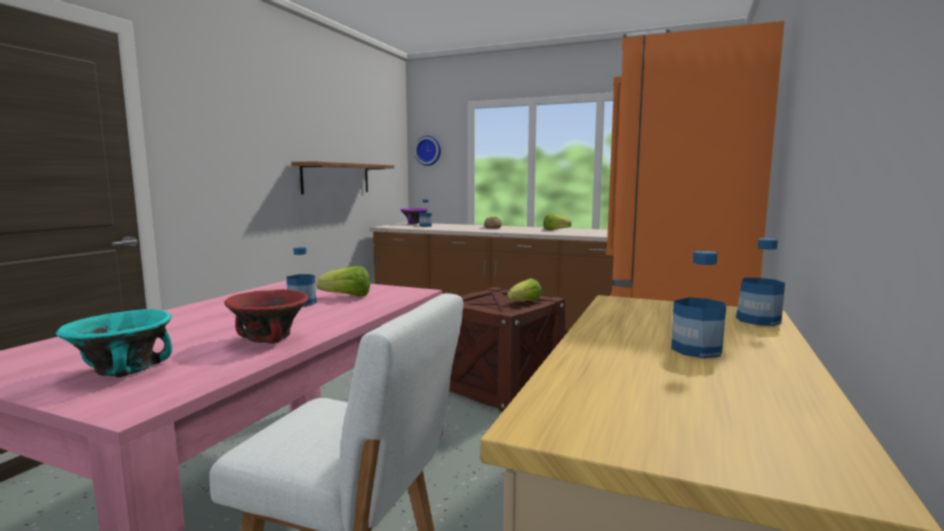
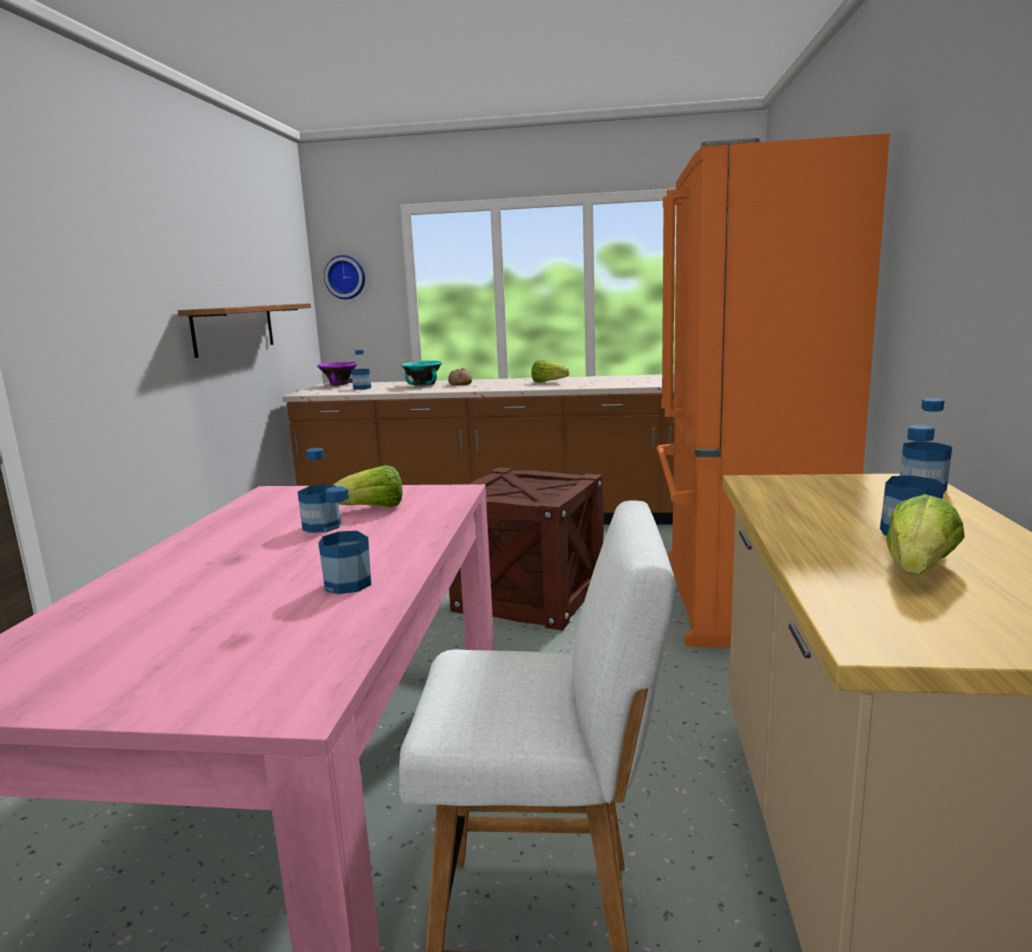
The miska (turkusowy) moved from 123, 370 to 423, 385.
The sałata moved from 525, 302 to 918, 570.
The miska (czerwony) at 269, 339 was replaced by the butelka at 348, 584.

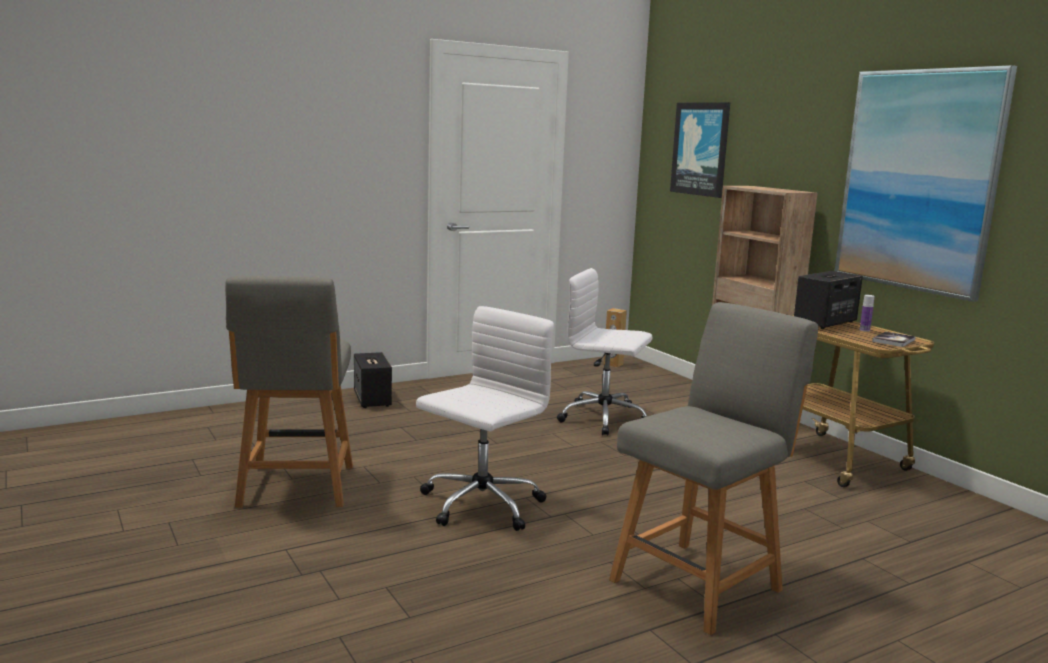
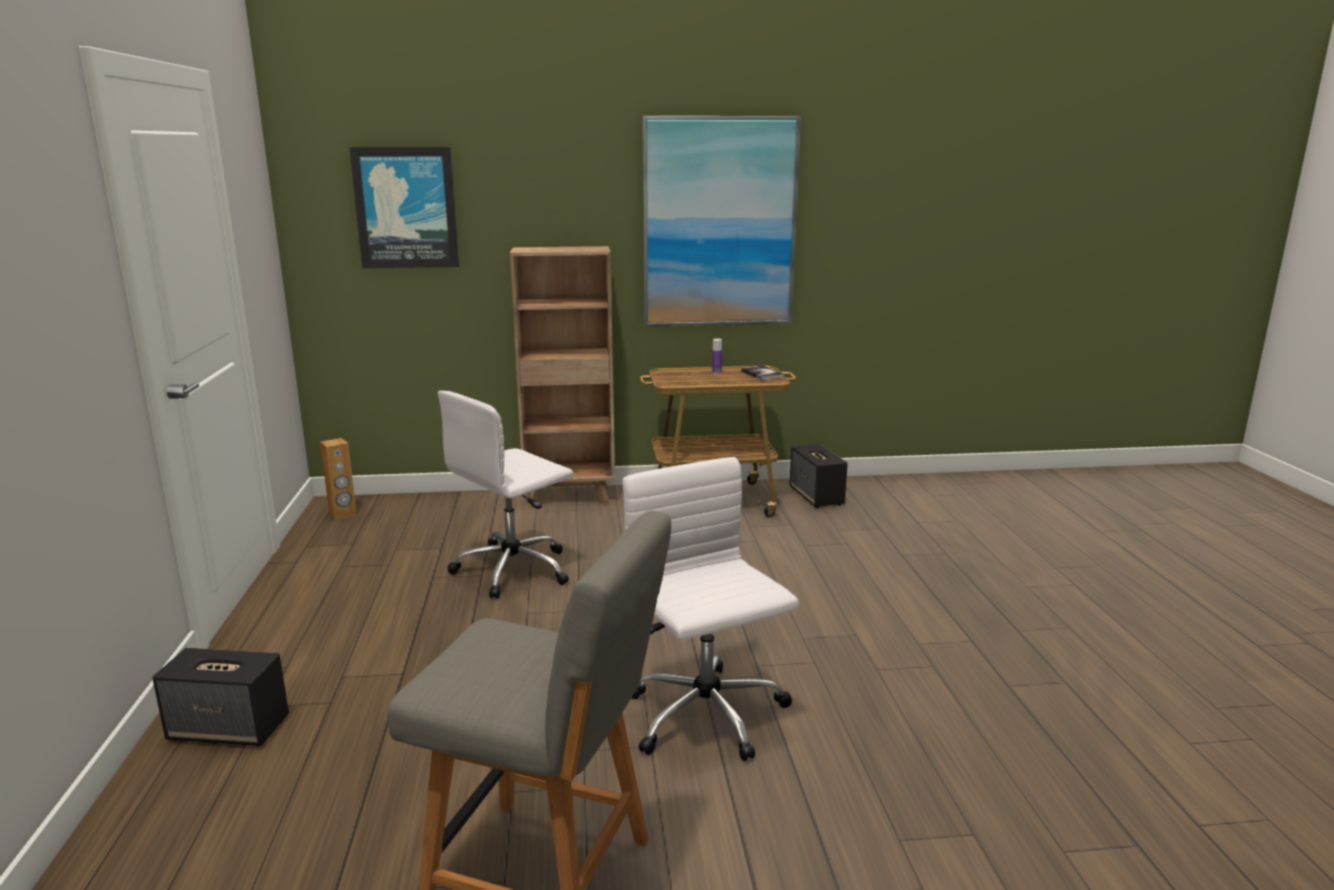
The krzesło (szary) at 699, 583 disappeared.
The głośnik moved from 824, 323 to 816, 496.

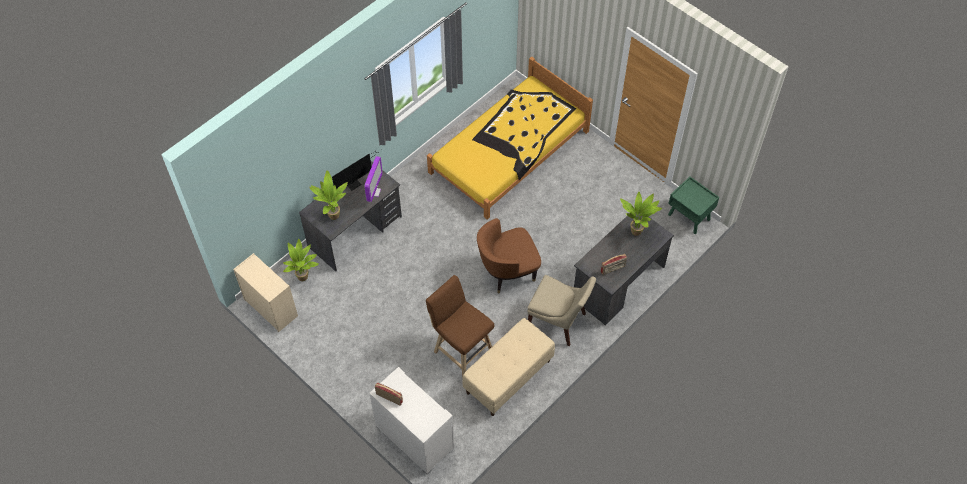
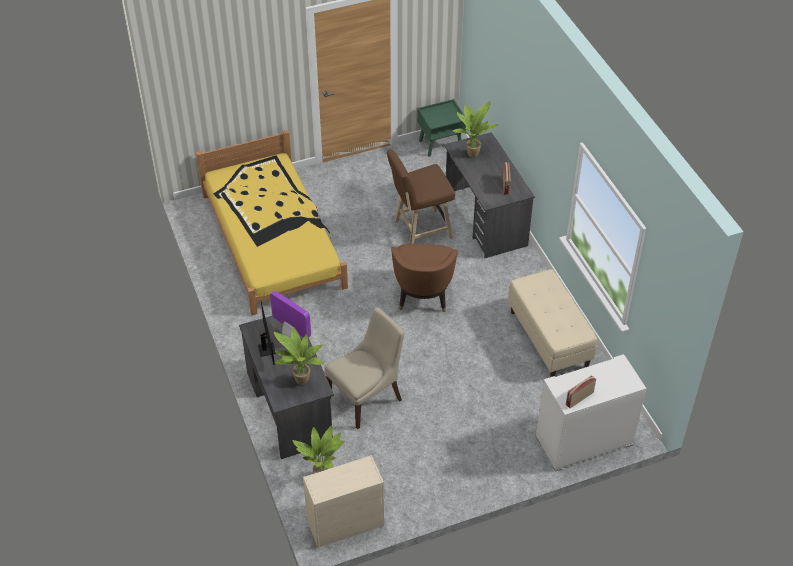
The stołek (brązowy) moved from 461, 349 to 419, 230.
The krzesło (beżowy) moved from 558, 322 to 366, 397.

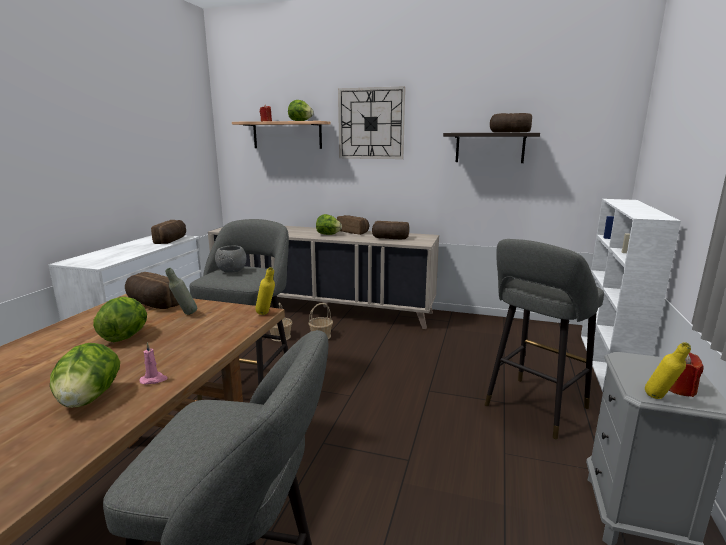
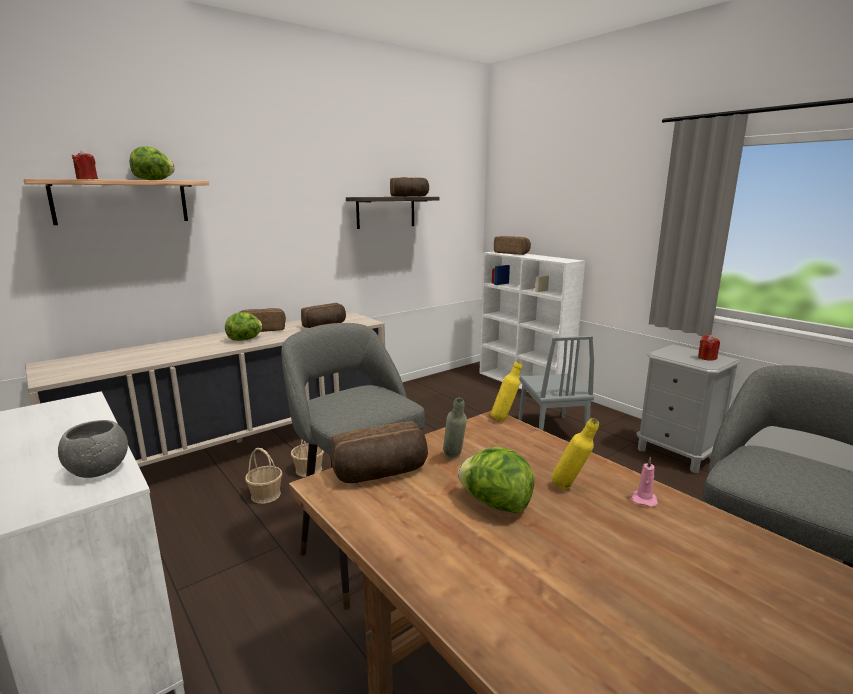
The sałata at 89, 399 disappeared.
The zegar ścienny at 371, 123 disappeared.
The chleb moved from 172, 240 to 512, 253.
The miska (szary) moved from 232, 271 to 99, 470.
The butelka (żółty) moved from 660, 400 to 571, 488.
The stołek (szary) at 533, 409 was replaced by the krzesło (szary) at 551, 430.

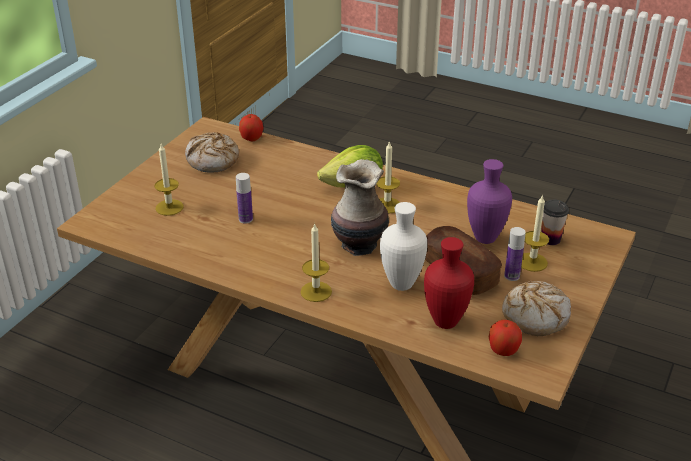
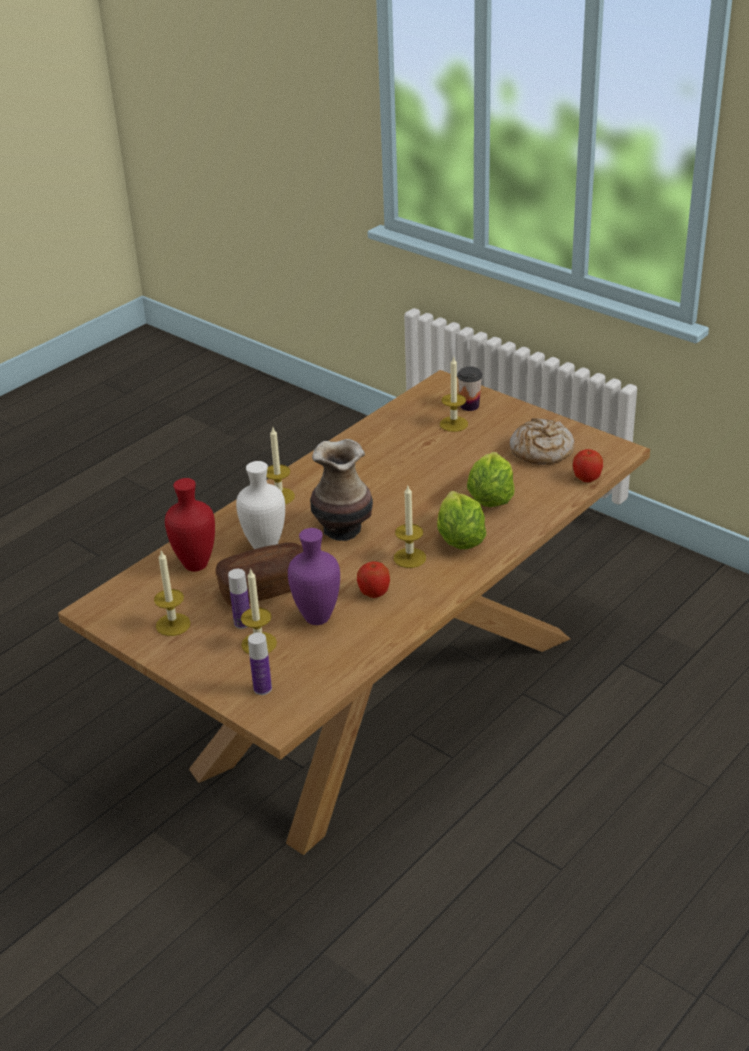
The sałata at 490, 498 appeared.
The butelka moved from 245, 219 to 262, 688.
The jabłko moved from 503, 350 to 374, 593.
The filiżanka moved from 550, 239 to 469, 406.
The chleb at 535, 315 was replaced by the świeca at 173, 624.

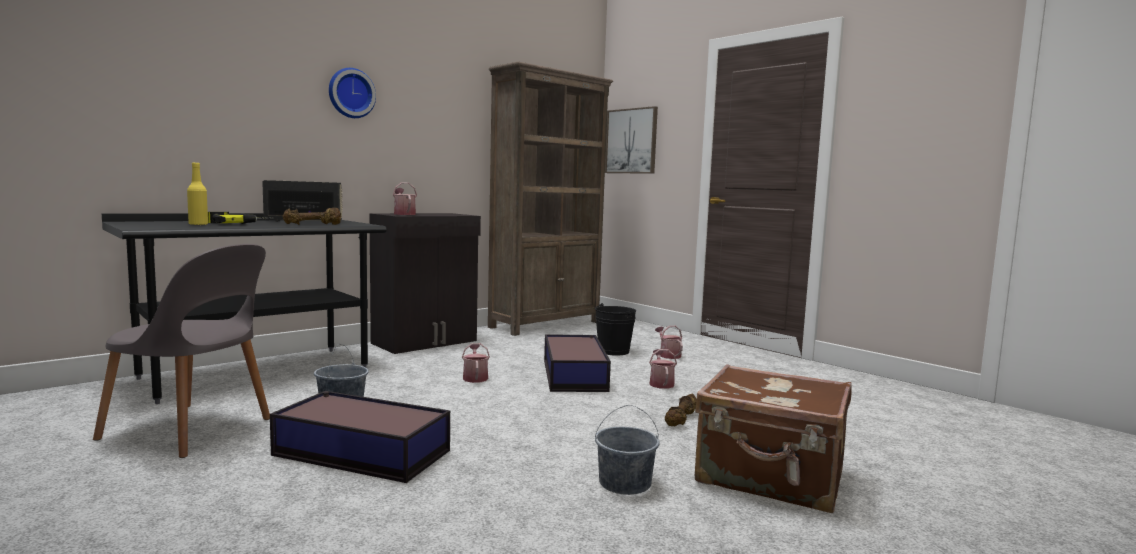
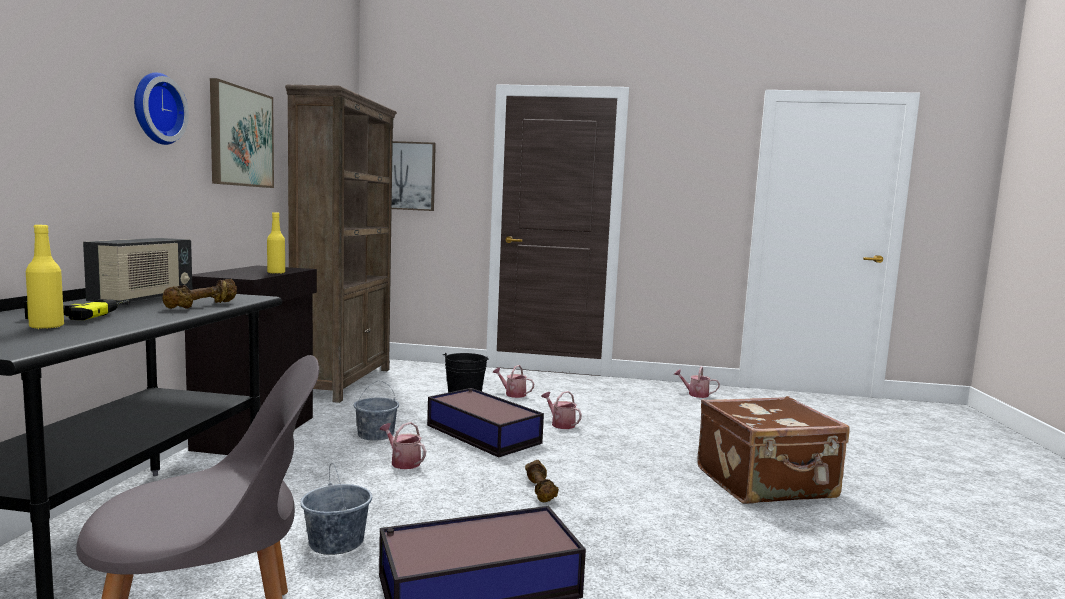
The obraz at 241, 137 appeared.
The butelka (żółty) at 276, 273 appeared.
The konewka moved from 404, 214 to 695, 394.
The wiadro (szary) moved from 625, 483 to 376, 434.
The hantel (brązowy) moved from 682, 419 to 540, 490.
The radio at 304, 221 turned 150 degrees clockwise.

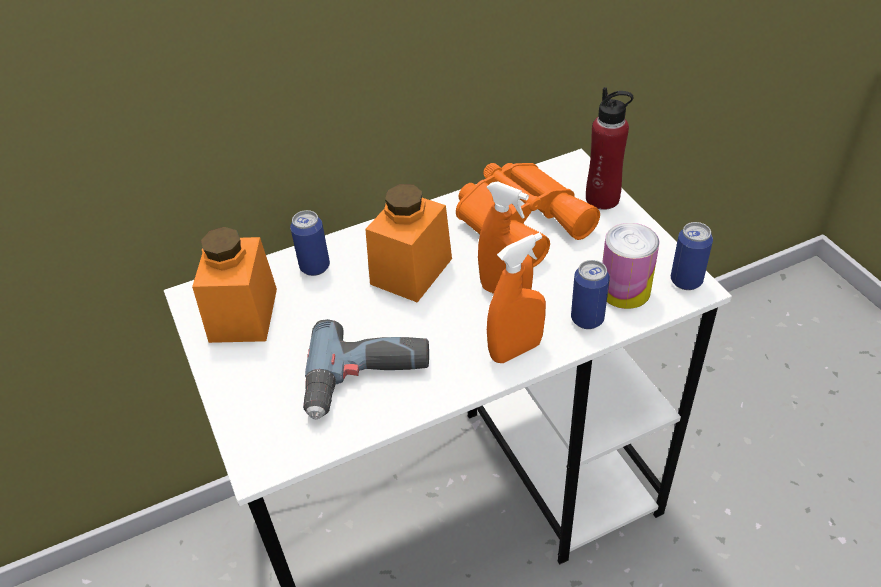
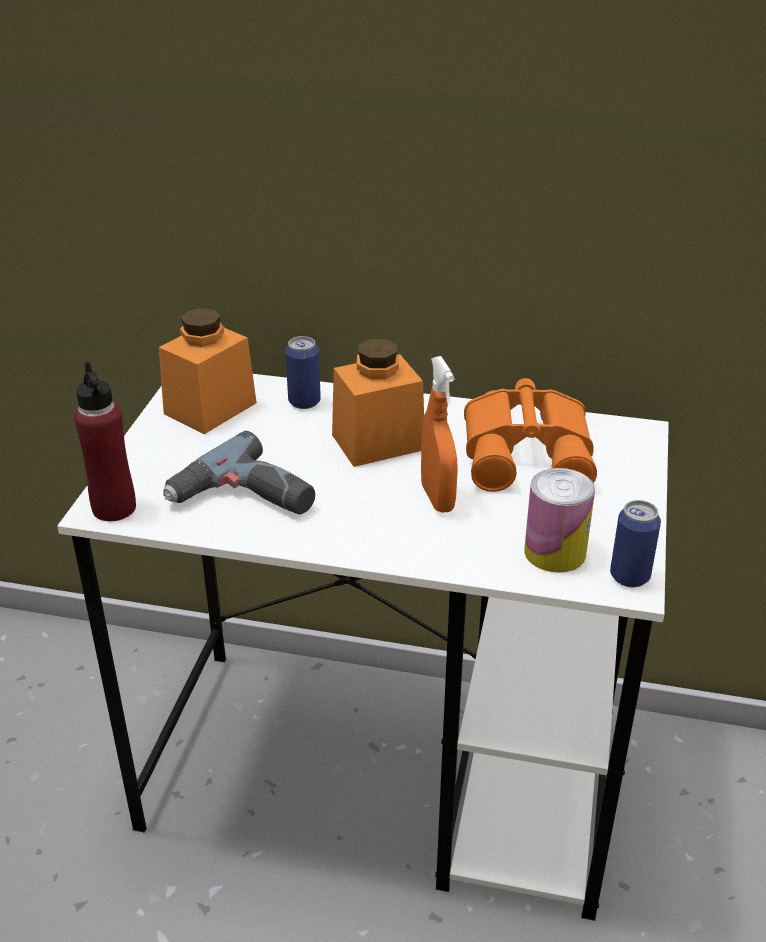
The spryskiwacz (pomarańczowy) at 515, 350 disappeared.
The puszka at 587, 319 disappeared.
The butelka (czerwony) moved from 602, 199 to 114, 508.

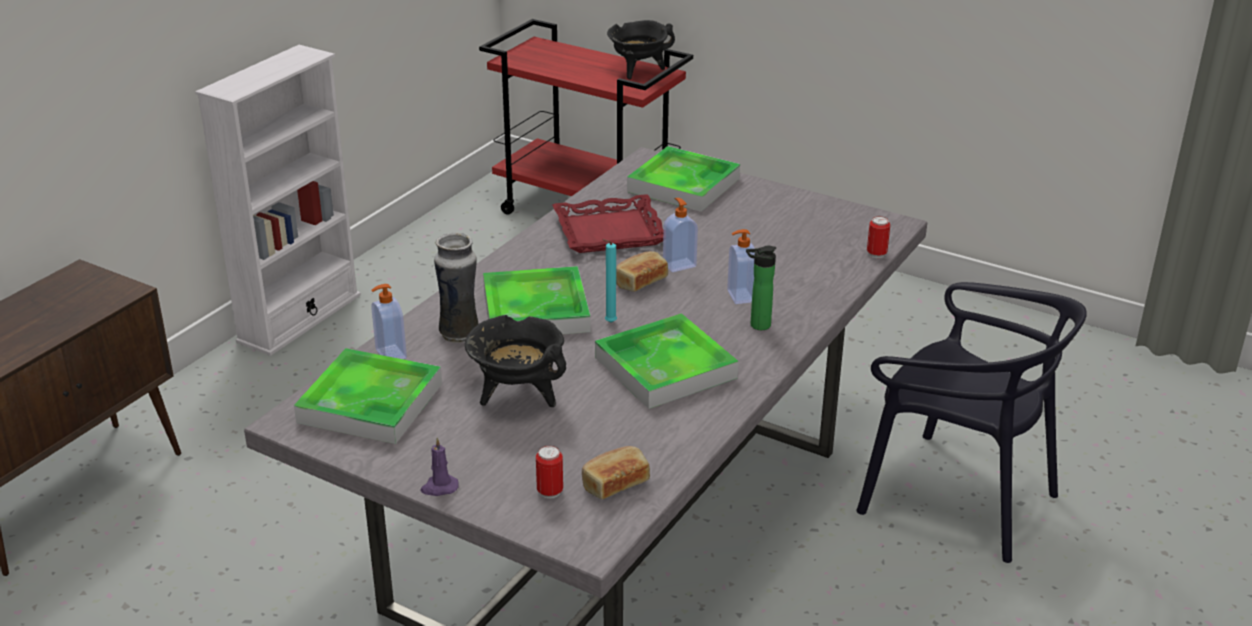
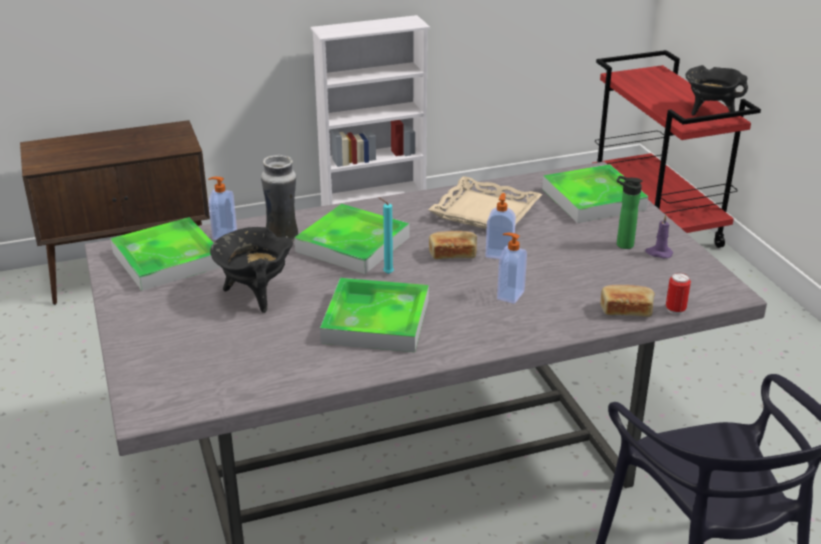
The puszka at 550, 492 disappeared.
The świeca (fioletowy) moved from 439, 487 to 658, 253.
The chleb moved from 614, 483 to 626, 310.
The butelka moved from 757, 325 to 622, 244.
The taca (czerwony) at 610, 231 became the taca (beżowy) at 486, 212.

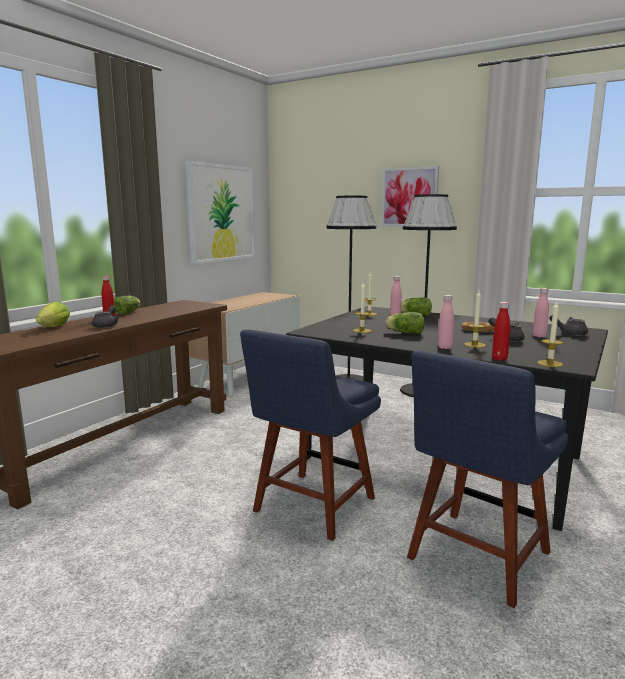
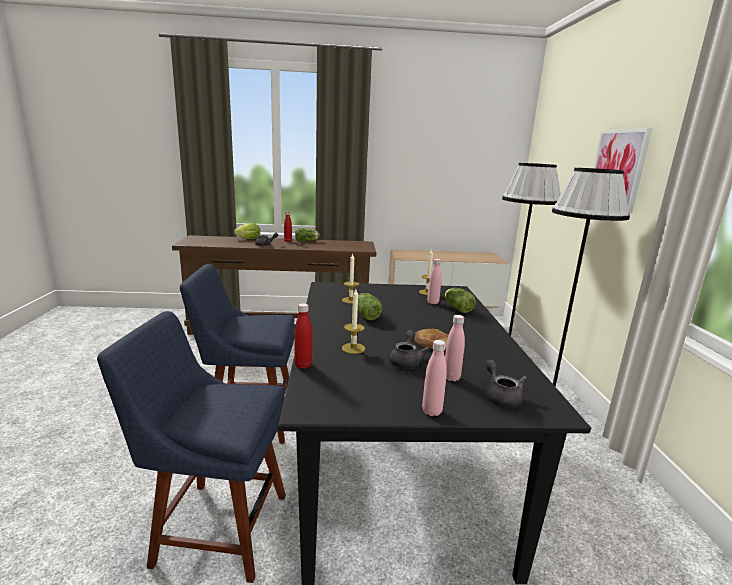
The obraz at 221, 213 disappeared.
The świeca at 549, 363 disappeared.
The butelka (różowy) moved from 445, 347 to 432, 411.

